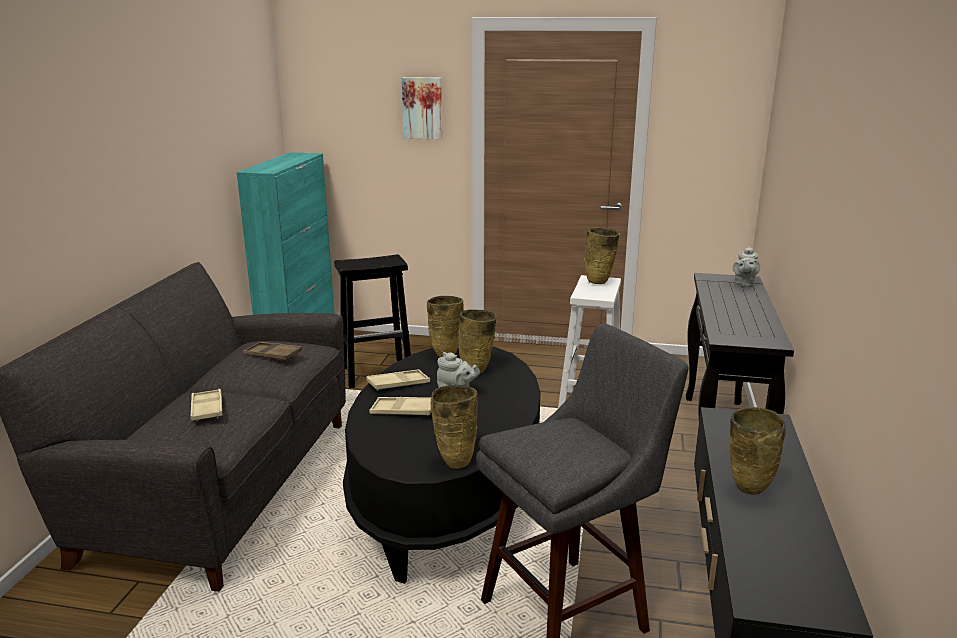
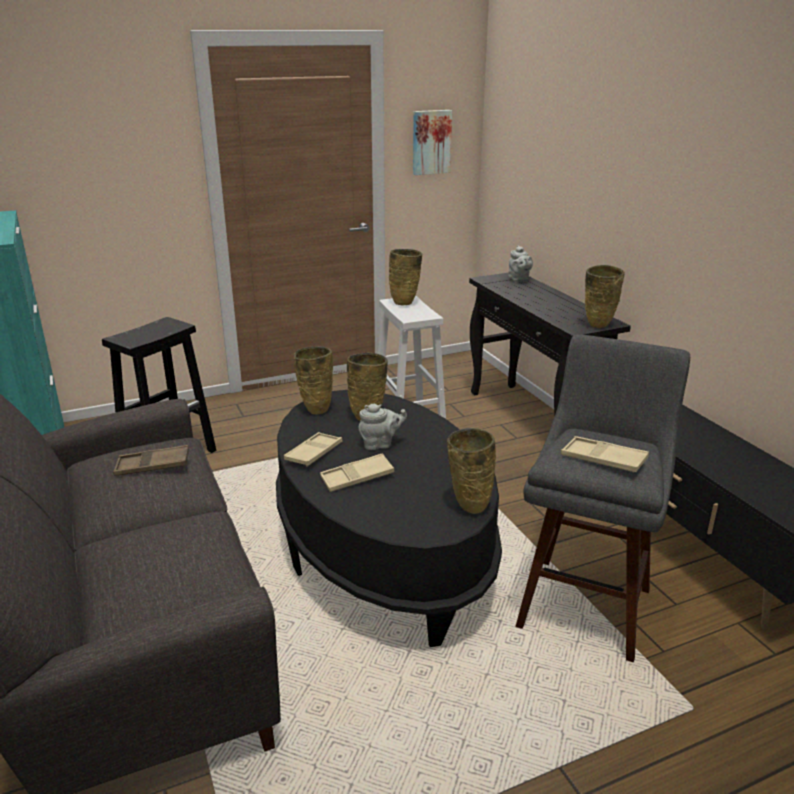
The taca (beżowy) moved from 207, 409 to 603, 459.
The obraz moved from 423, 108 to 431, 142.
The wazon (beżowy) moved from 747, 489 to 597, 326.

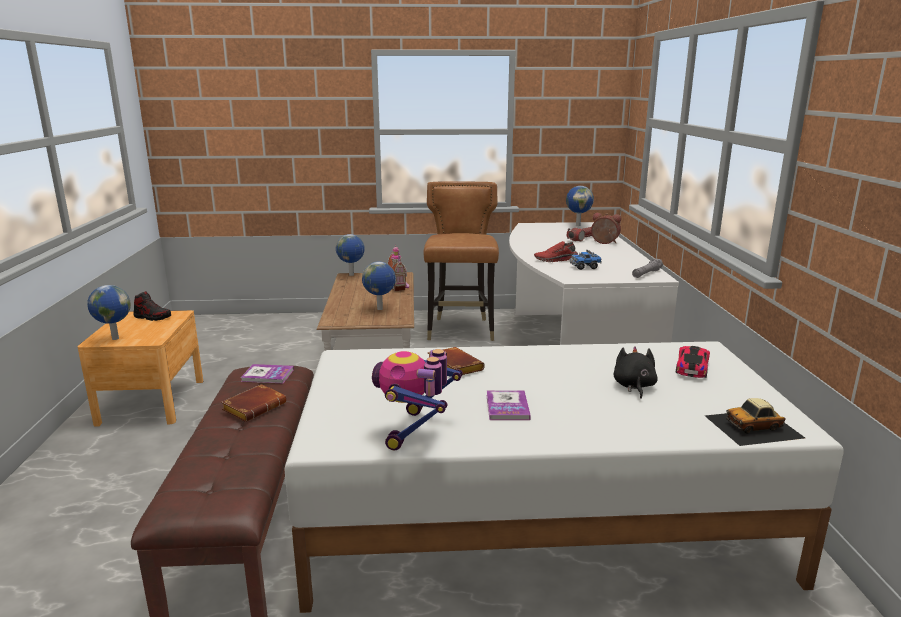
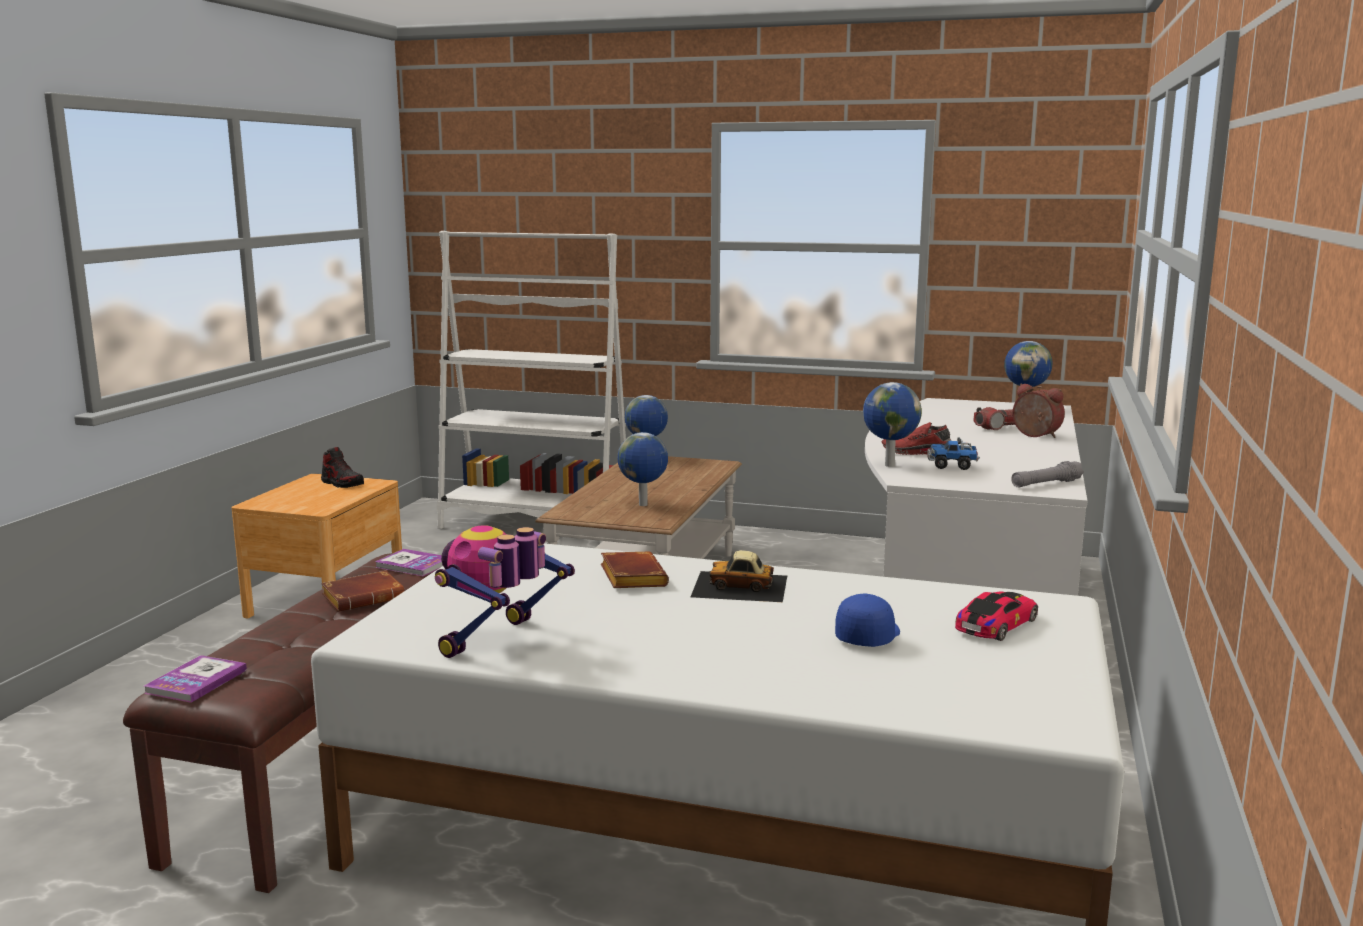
The domek at 399, 286 disappeared.
The krzesło (brązowy) at 461, 330 disappeared.
The regał (biały) at 536, 523 appeared.
The globus moved from 114, 338 to 888, 465.
The książka moved from 507, 407 to 196, 681.
The samochodzik moved from 754, 426 to 740, 586.
The pluszak (czarny) at 633, 386 was replaced by the czapka z daszkiem (niebieski) at 867, 636.

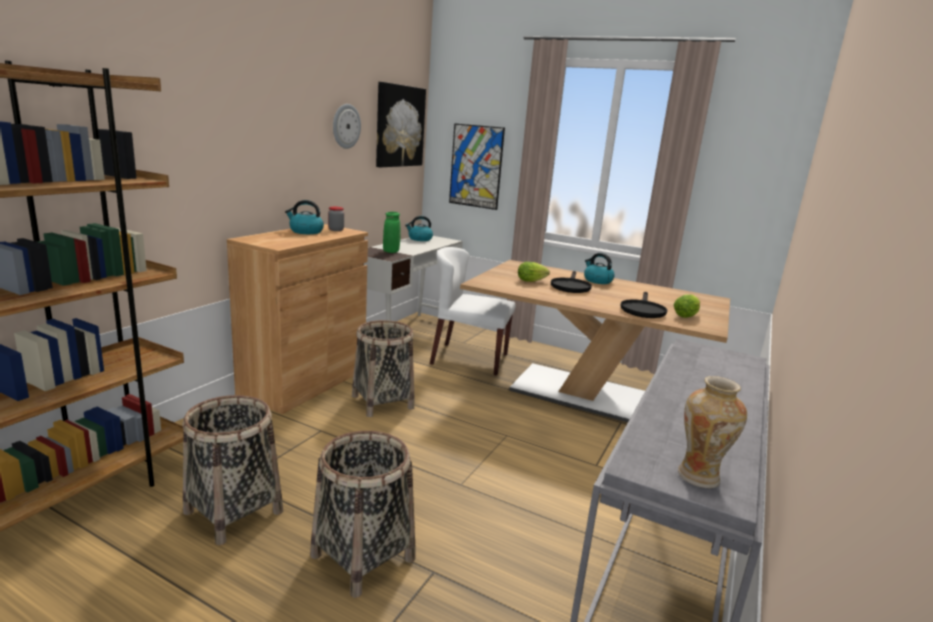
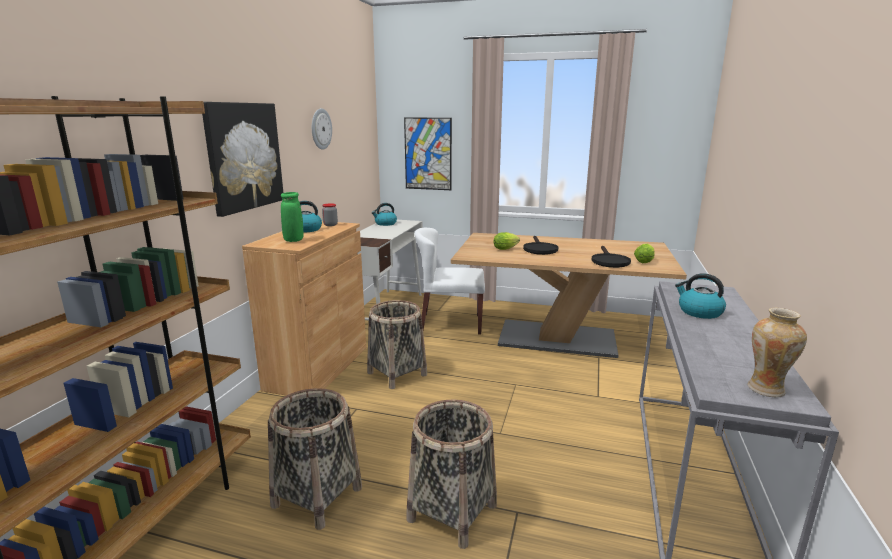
The obraz moved from 399, 126 to 244, 156.
The wazon (zielony) moved from 391, 251 to 293, 240.
The czajnik moved from 597, 280 to 699, 312.

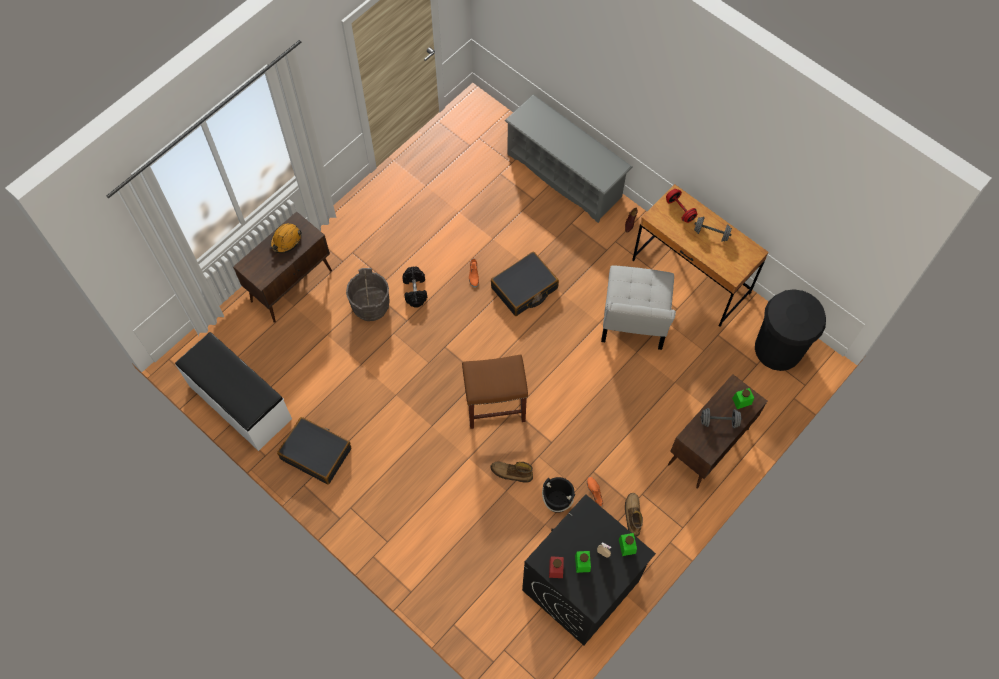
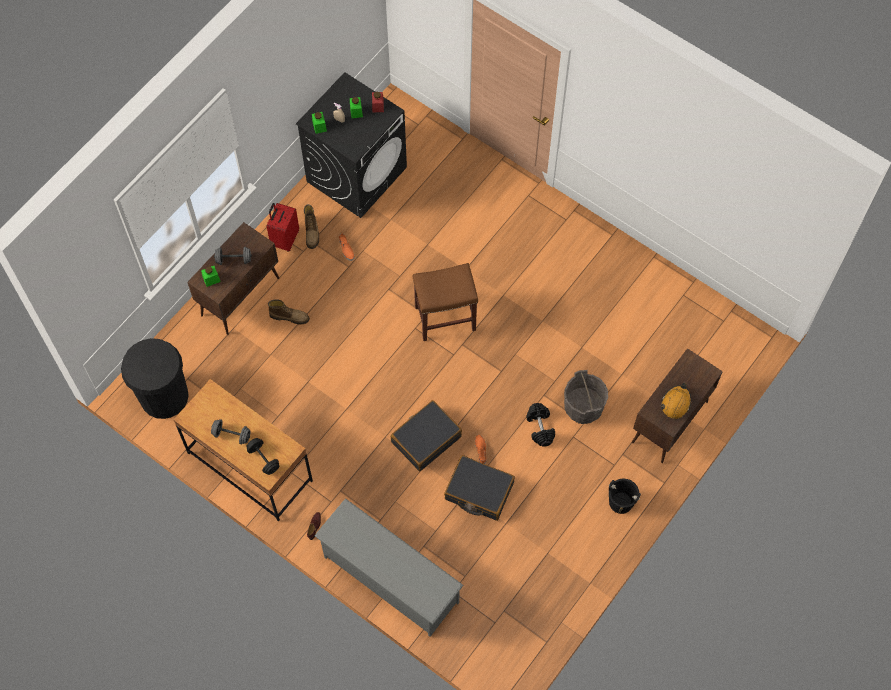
The ławka (biały) at 239, 403 disappeared.
The krzesło (biały) at 633, 323 disappeared.
The walizka (czerwony) at 284, 239 appeared.
The walizka (czarny) moved from 316, 453 to 479, 491.
The but z cholewką moved from 511, 473 to 289, 316.
The wiadro (czarny) moved from 557, 500 to 621, 502.
The hantel (czerwony) at 680, 210 became the hantel (czarny) at 263, 459.

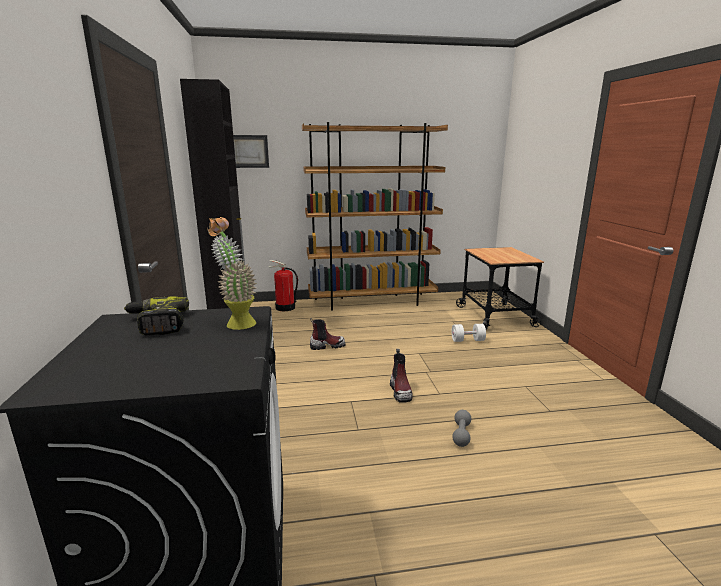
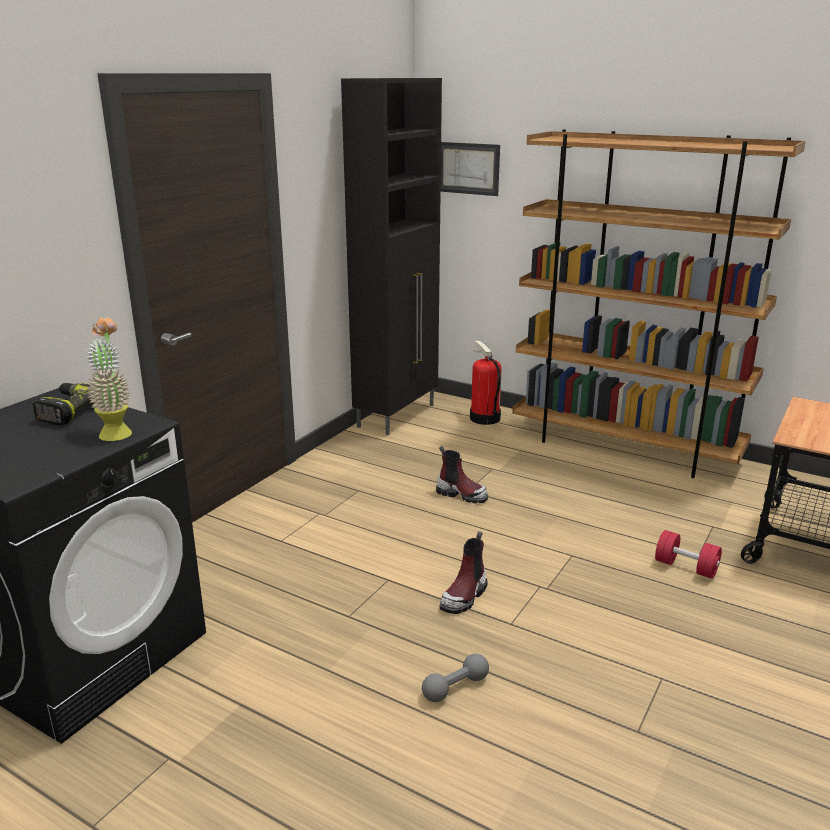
The hantel (biały) at 467, 340 became the hantel (czerwony) at 685, 567.

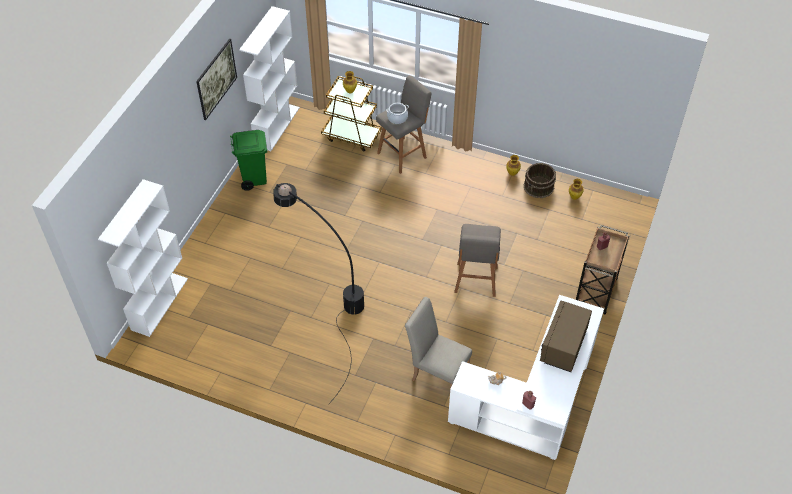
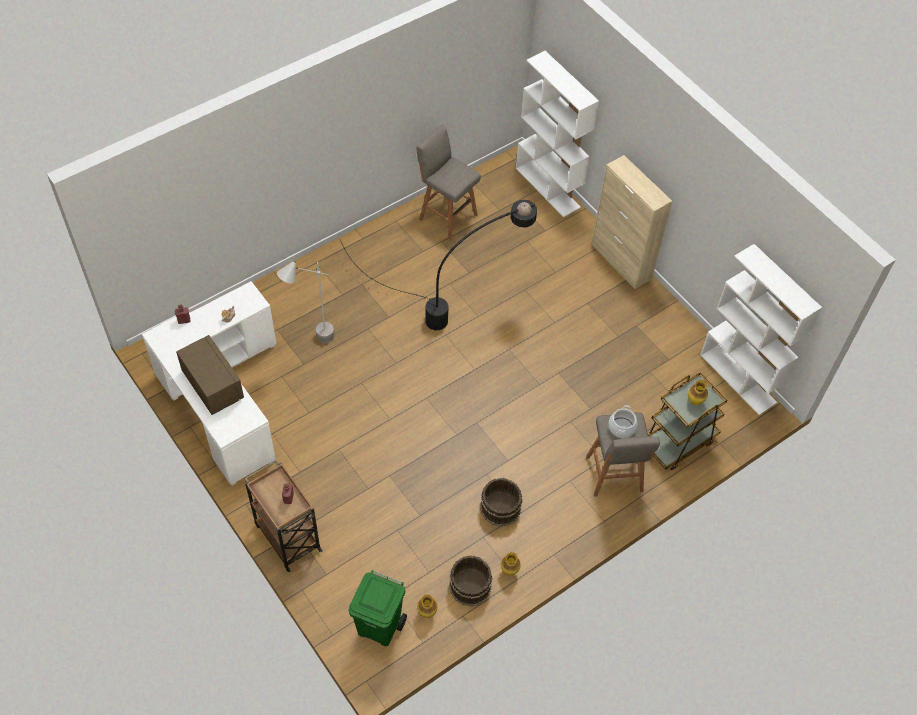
The obraz at 218, 88 disappeared.
The wiadro (brązowy) at 500, 507 appeared.
The szafka (beżowy) at 621, 262 appeared.
The kosz na śmieci (zielony) moved from 254, 178 to 380, 627.
The stołek (szary) moved from 475, 281 to 446, 216.
The krzesło (beżowy) at 436, 374 was replaced by the lampa stojąca (szary) at 312, 342.

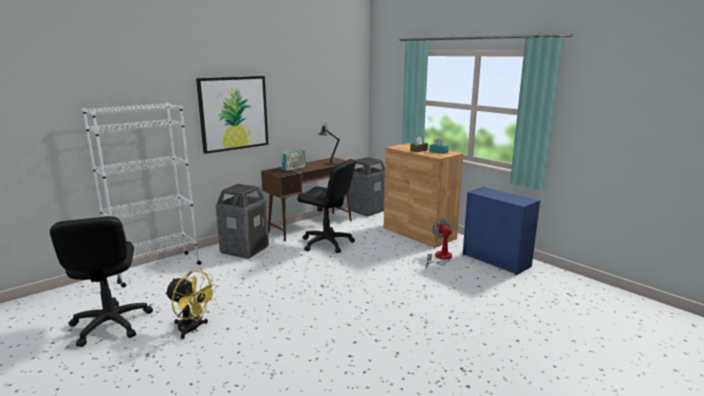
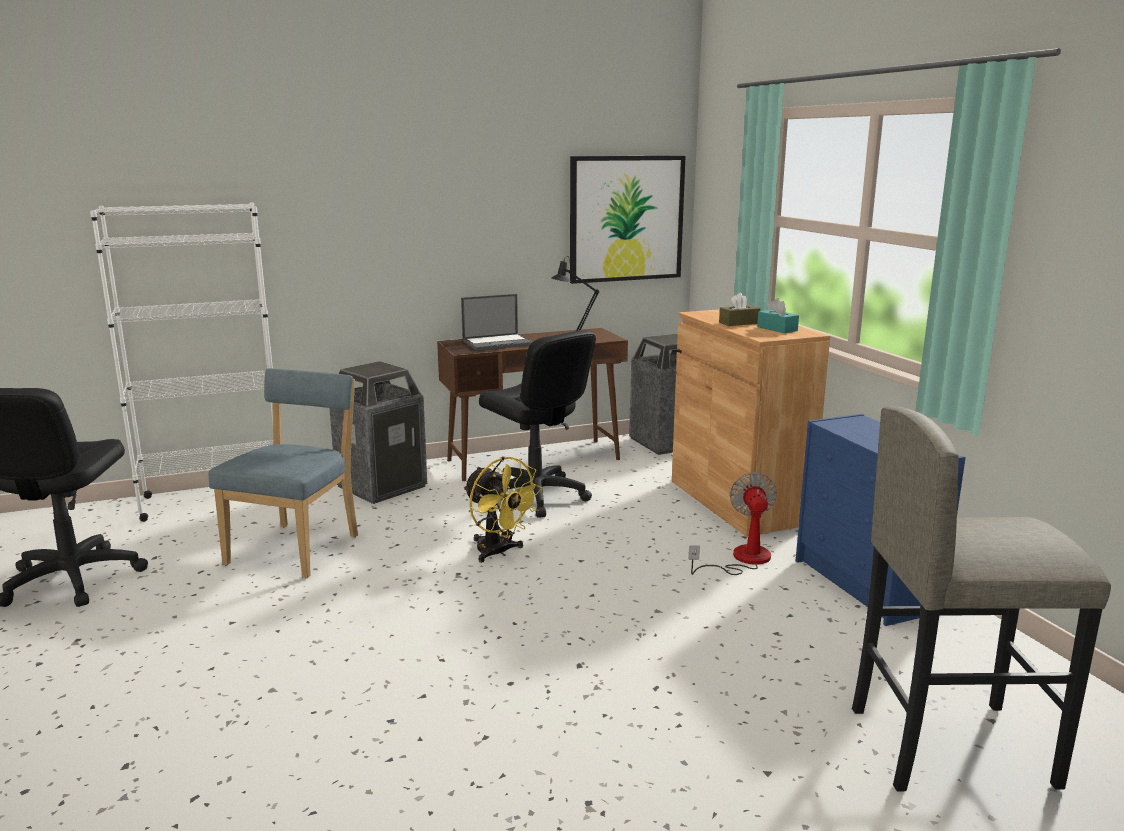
The krzesło (niebieski) at 298, 547 appeared.
The stołek (szary) at 949, 745 appeared.
The wentylator (żółty) moved from 193, 329 to 498, 552.
The obraz moved from 234, 113 to 626, 219.
The radio at 294, 168 was replaced by the laptop at 498, 343.

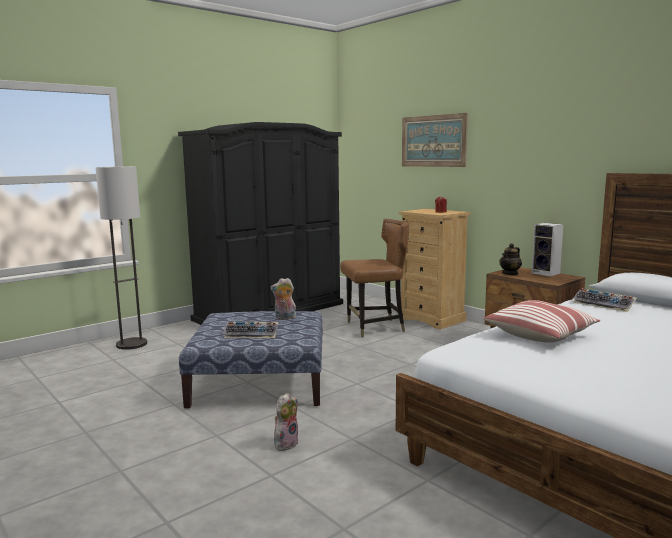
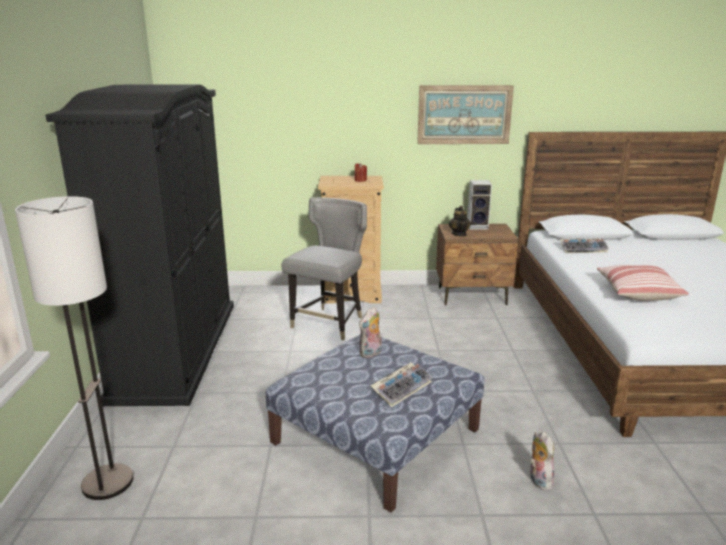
The obraz moved from 433, 141 to 464, 114.
The krzesło (brązowy) at 375, 327 became the krzesło (szary) at 329, 323.

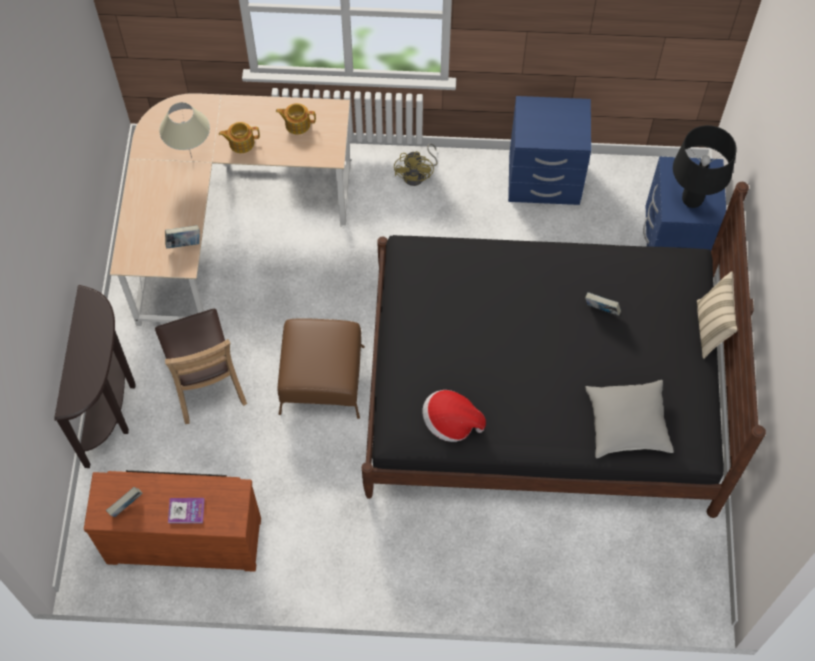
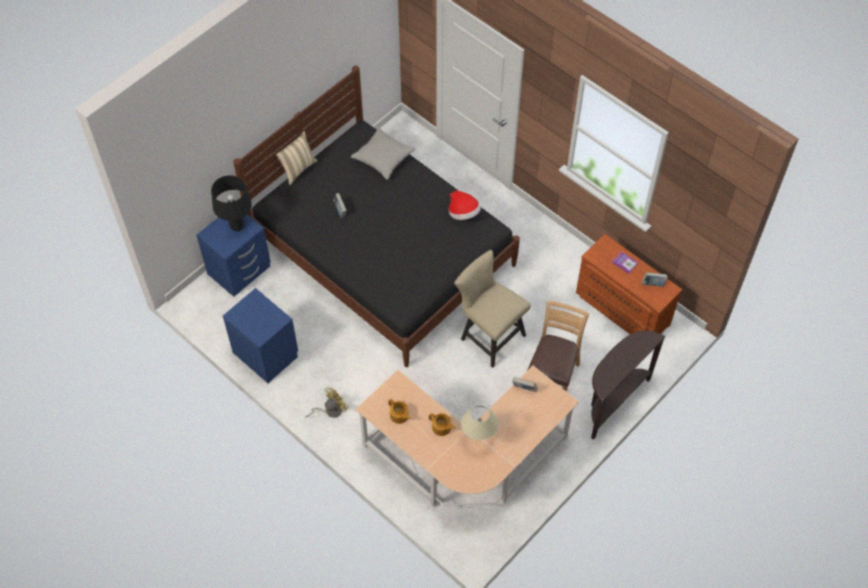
The pufa (brązowy) at 321, 380 was replaced by the krzesło (beżowy) at 489, 335.

